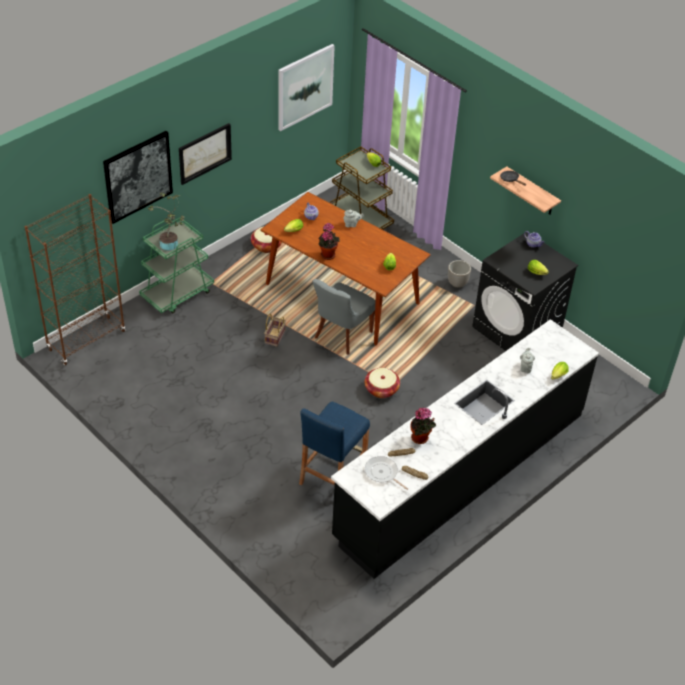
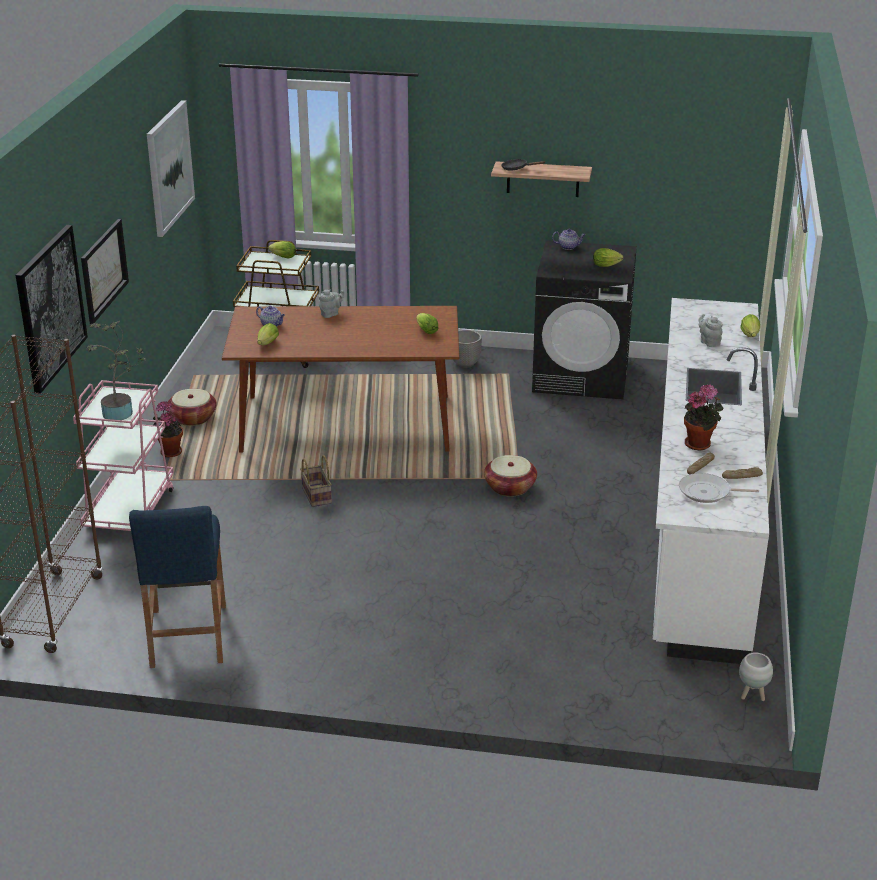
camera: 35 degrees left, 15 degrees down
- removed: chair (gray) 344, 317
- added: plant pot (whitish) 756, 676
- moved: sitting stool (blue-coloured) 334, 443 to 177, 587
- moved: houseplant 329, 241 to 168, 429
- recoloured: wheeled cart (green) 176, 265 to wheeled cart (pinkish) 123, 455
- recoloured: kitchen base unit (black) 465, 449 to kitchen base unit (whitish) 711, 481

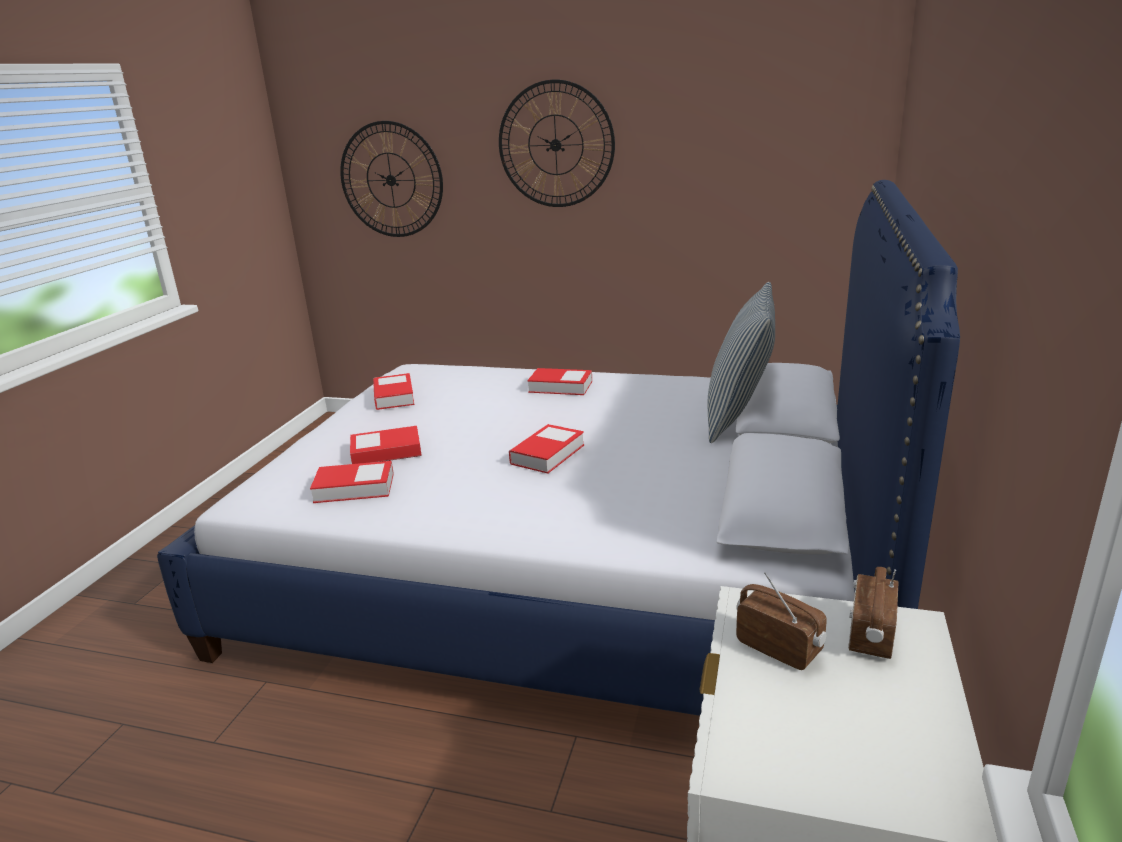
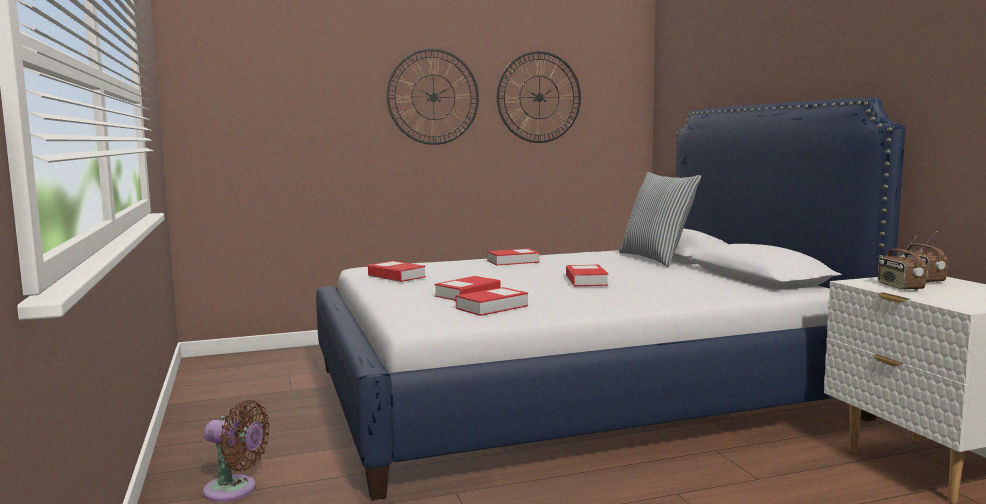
camera: 35 degrees left, 15 degrees down
- added: electric fan (brown) 236, 451
- moved: wall clock 391, 179 to 539, 97
- turned: radio set 781, 621 = 902, 263 105 degrees counterclockwise

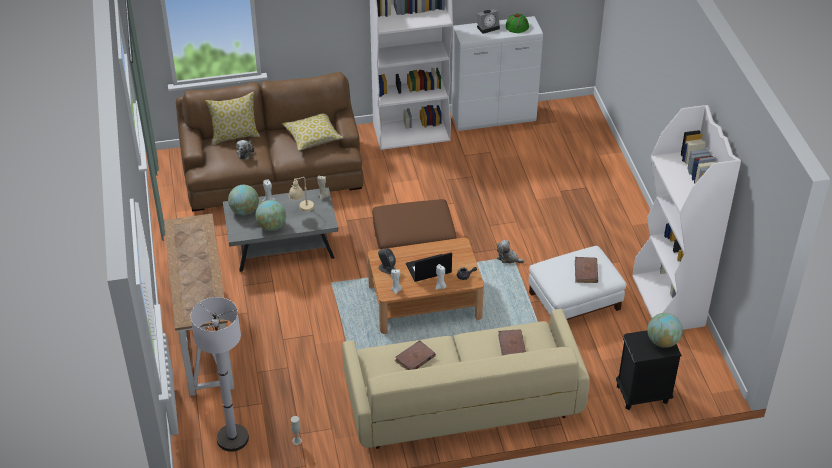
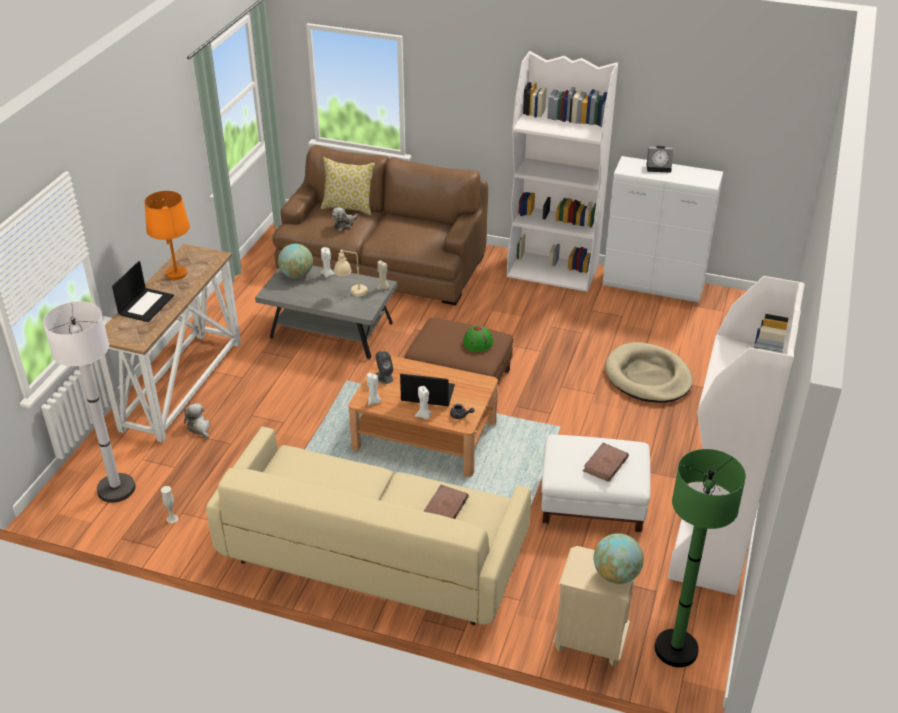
camera: 30 degrees right, 5 degrees down
- removed: world globe 270, 215
- removed: pillow 313, 132
- removed: bound book (brown) 415, 355
- added: laptop 143, 291
- added: table lamp (orangey) 167, 235
- added: pet bed (beige-coloured) 649, 372
- added: standard lamp (green) 700, 558
- moved: cuddly toy 511, 251 to 197, 421
- moved: wearable hat (green) 517, 23 to 478, 338
- recoloured: bedside table (black) 649, 370 to bedside table (beige-coloured) 594, 606

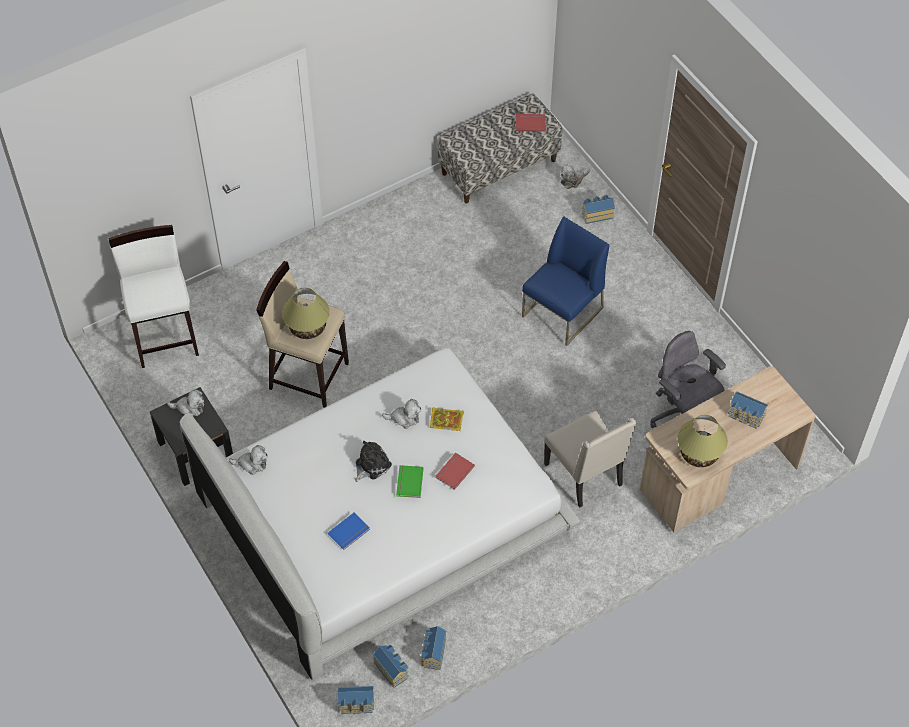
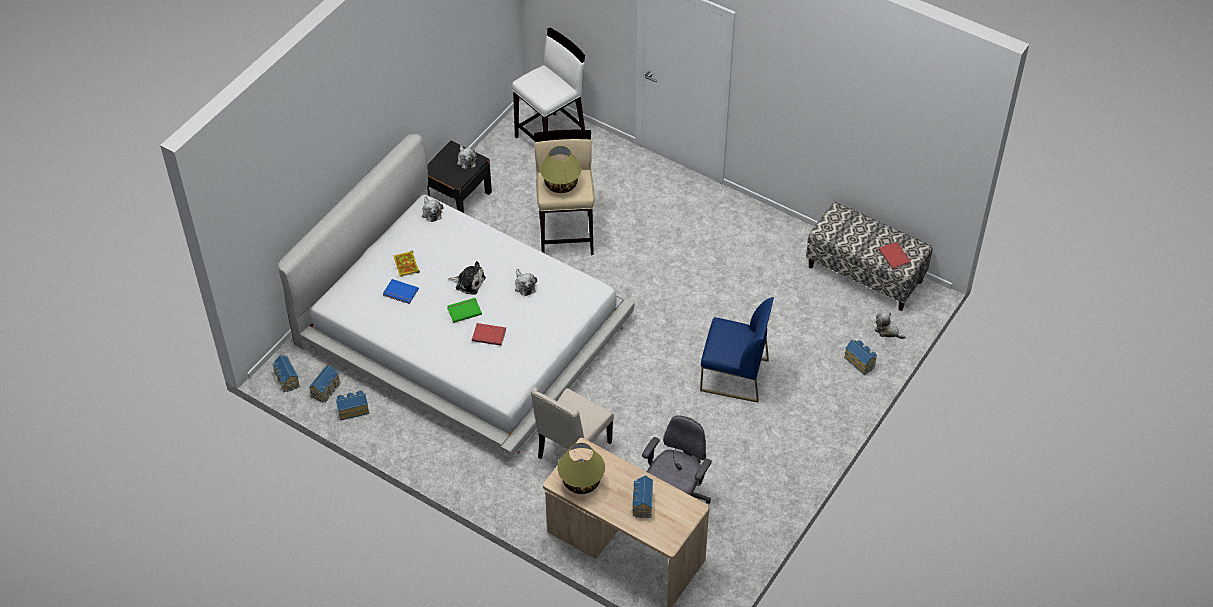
camera: 65 degrees right, 5 degrees down
- moved: bound book 447, 419 to 407, 264

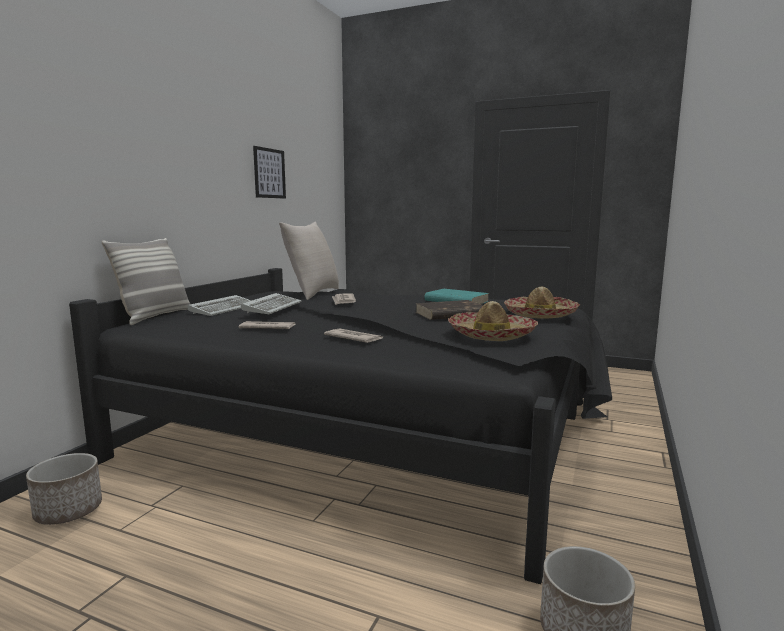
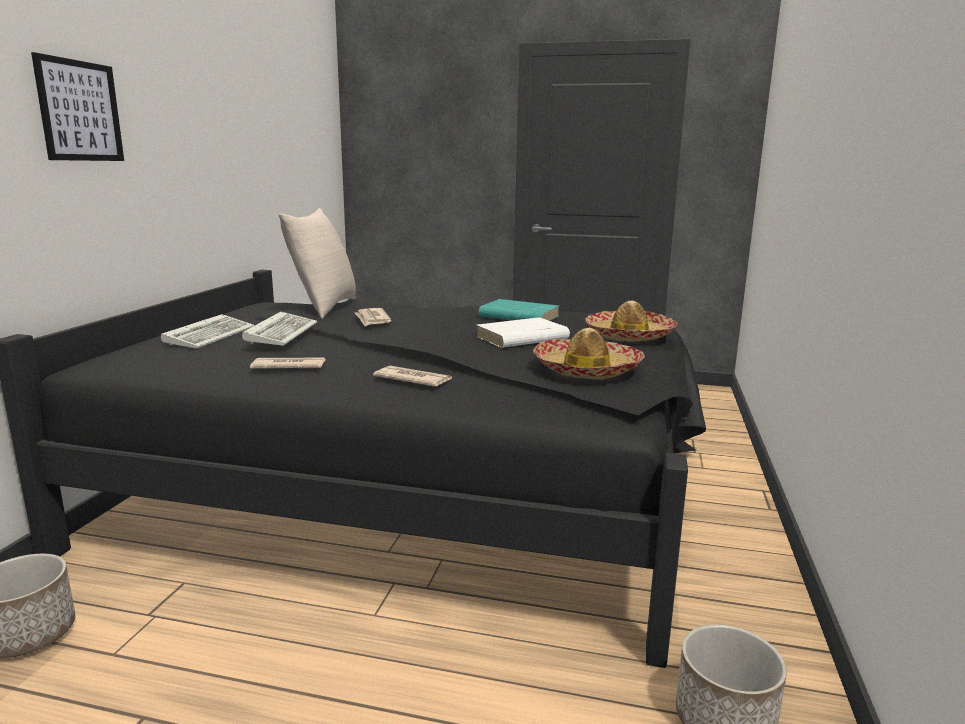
camera: 10 degrees left, 5 degrees up
- removed: pillow 146, 281
- moved: wall art 269, 172 to 77, 106
- recoloured: bound book (brown) 449, 310 to bound book (whitish) 523, 332

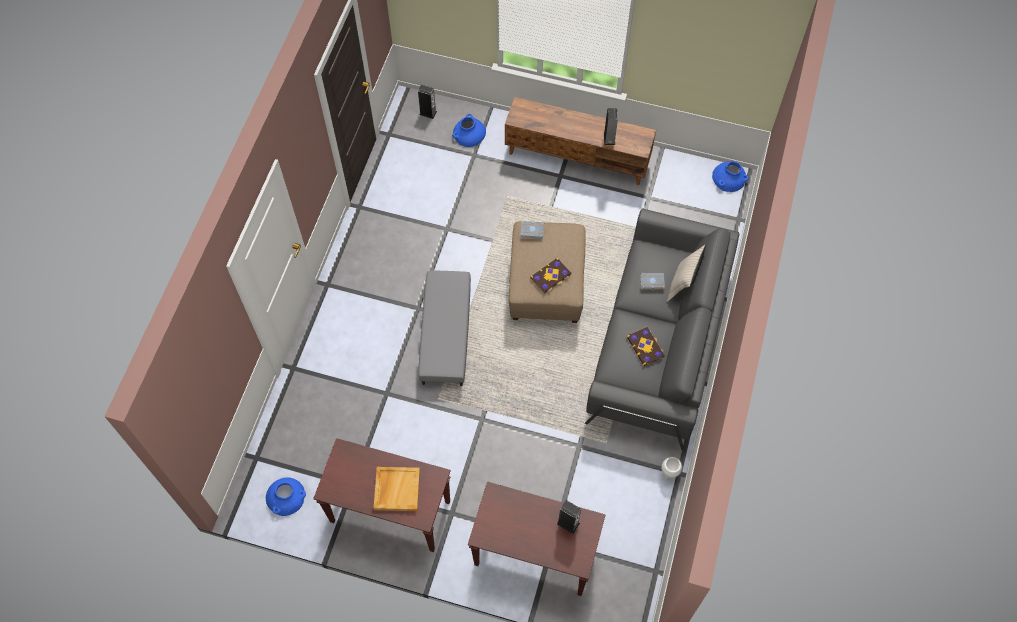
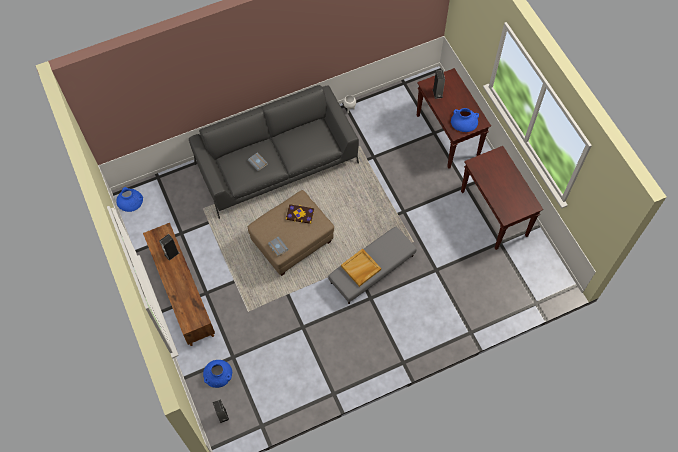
camera: 130 degrees left, 0 degrees up
- removed: bound book 645, 346
- removed: pillow (beige-coloured) 686, 273
- moved: flower vase (blue-coloured) 286, 496 to 465, 120
- moved: tray (beige-coloured) 397, 489 to 361, 268

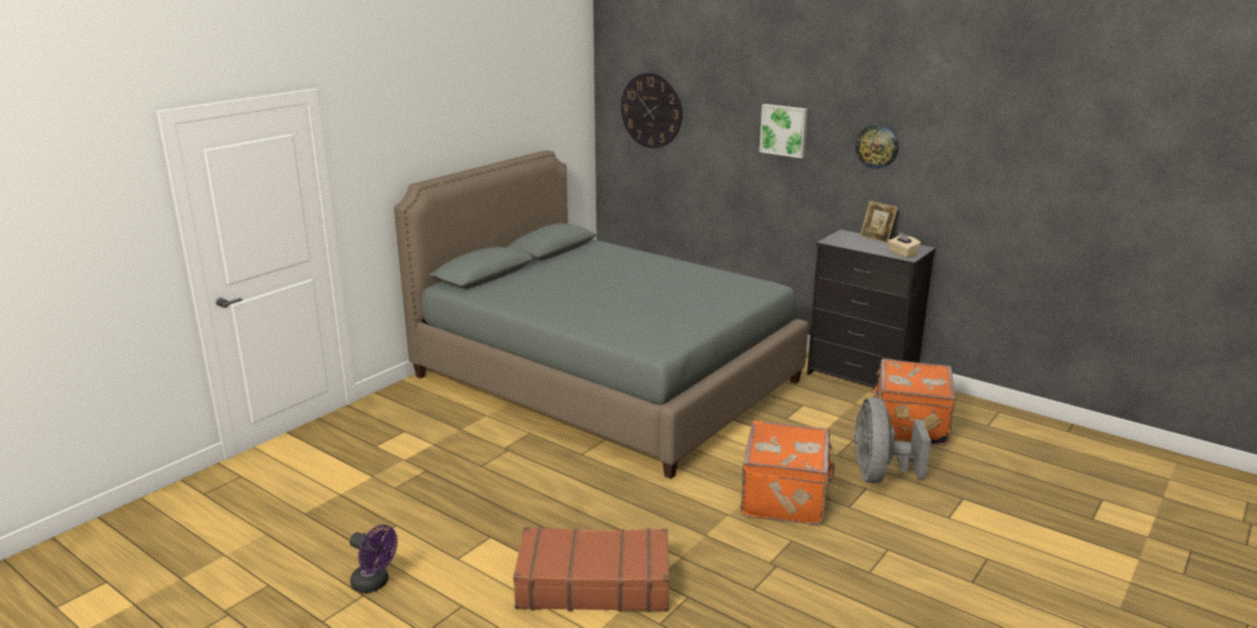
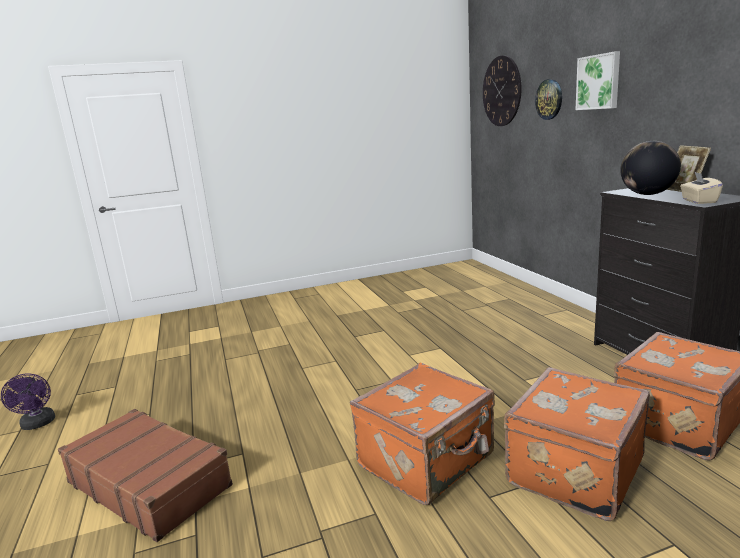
camera: 35 degrees right, 5 degrees down
- removed: bed (gray) 601, 314
- added: world globe 650, 168
- moved: wall clock 876, 146 to 548, 99
- replaced: electric fan (gray) 892, 440 to travel case (orangey) 577, 444

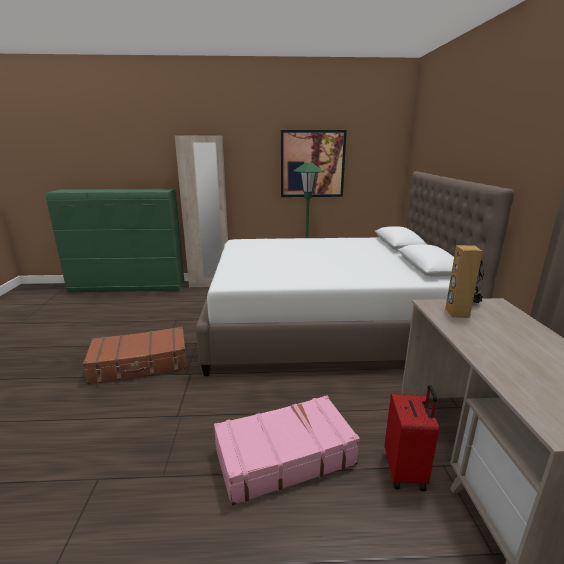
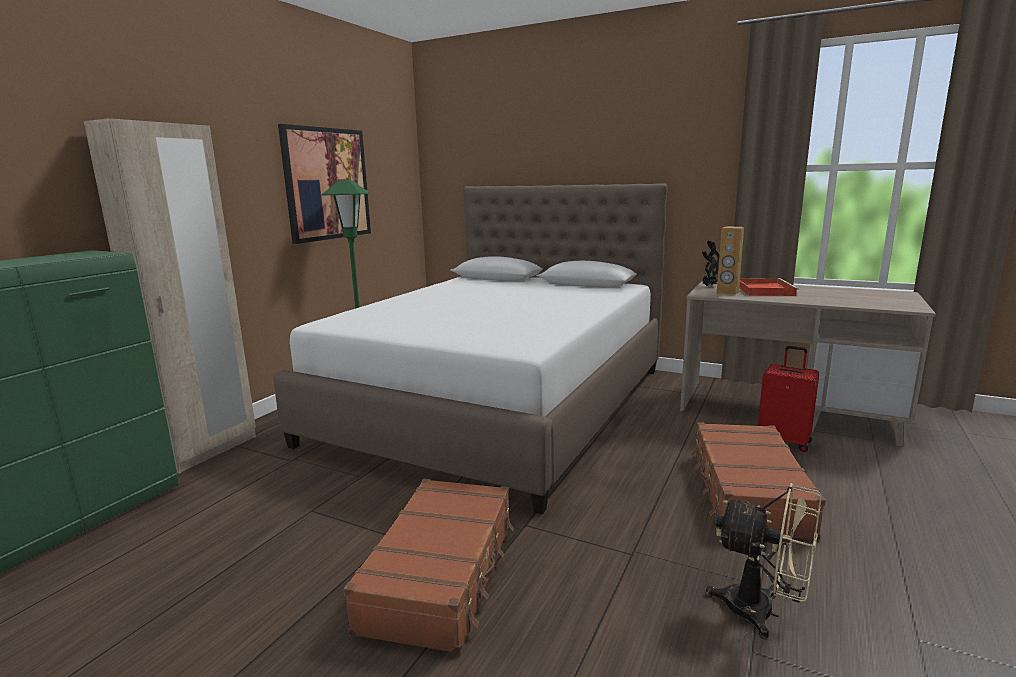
camera: 60 degrees left, 5 degrees down
- added: electric fan (beige-coloured) 763, 561
- added: tray (reddish) 769, 287
- recoloured: travel case (pinkish) 287, 450 to travel case (brown) 758, 481

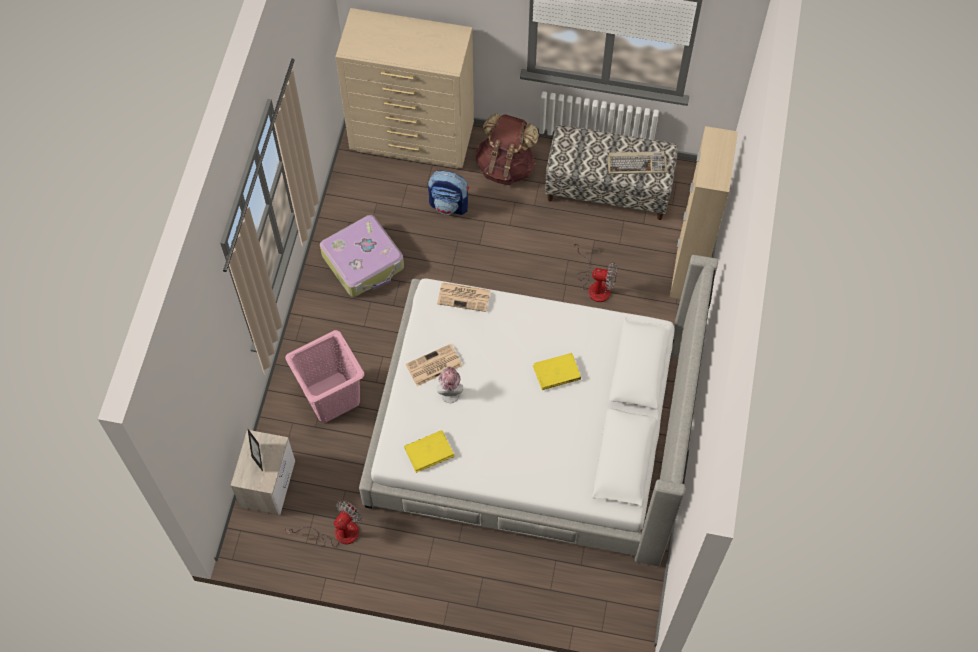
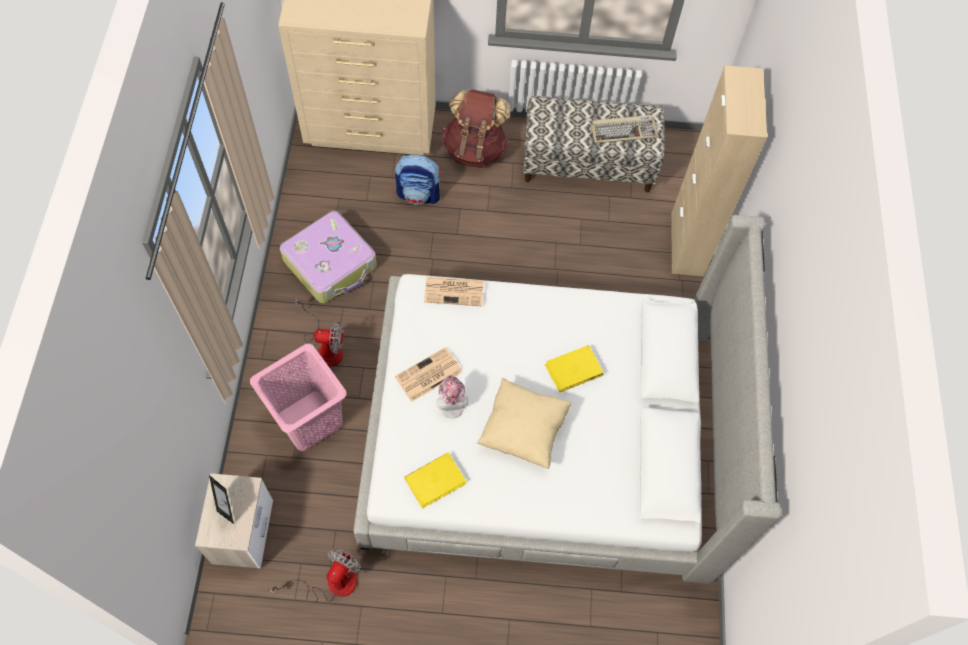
camera: 10 degrees left, 0 degrees up
- added: pillow (beige-coloured) 524, 423
- moved: electric fan 595, 271 to 319, 331

